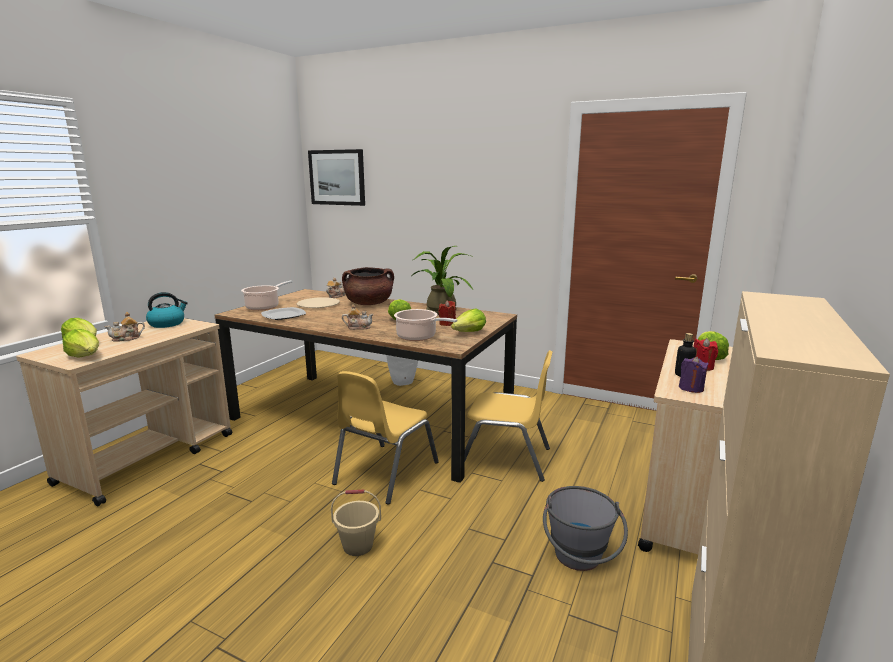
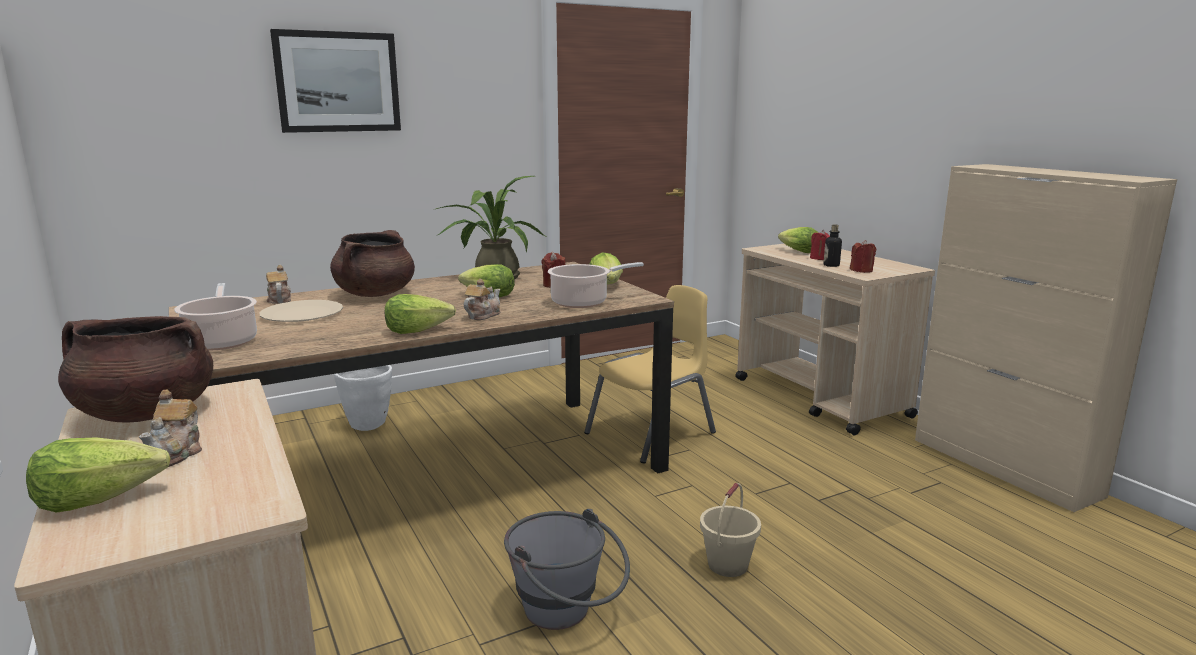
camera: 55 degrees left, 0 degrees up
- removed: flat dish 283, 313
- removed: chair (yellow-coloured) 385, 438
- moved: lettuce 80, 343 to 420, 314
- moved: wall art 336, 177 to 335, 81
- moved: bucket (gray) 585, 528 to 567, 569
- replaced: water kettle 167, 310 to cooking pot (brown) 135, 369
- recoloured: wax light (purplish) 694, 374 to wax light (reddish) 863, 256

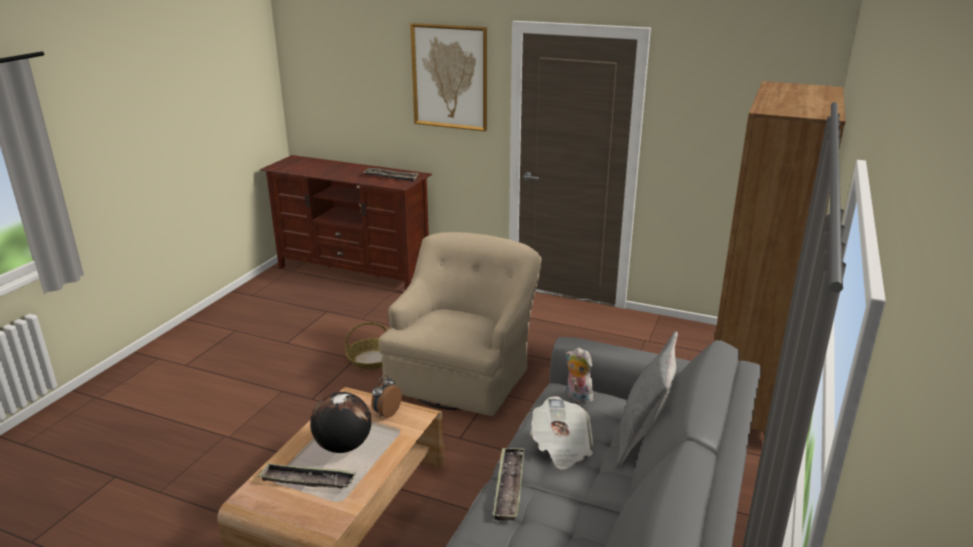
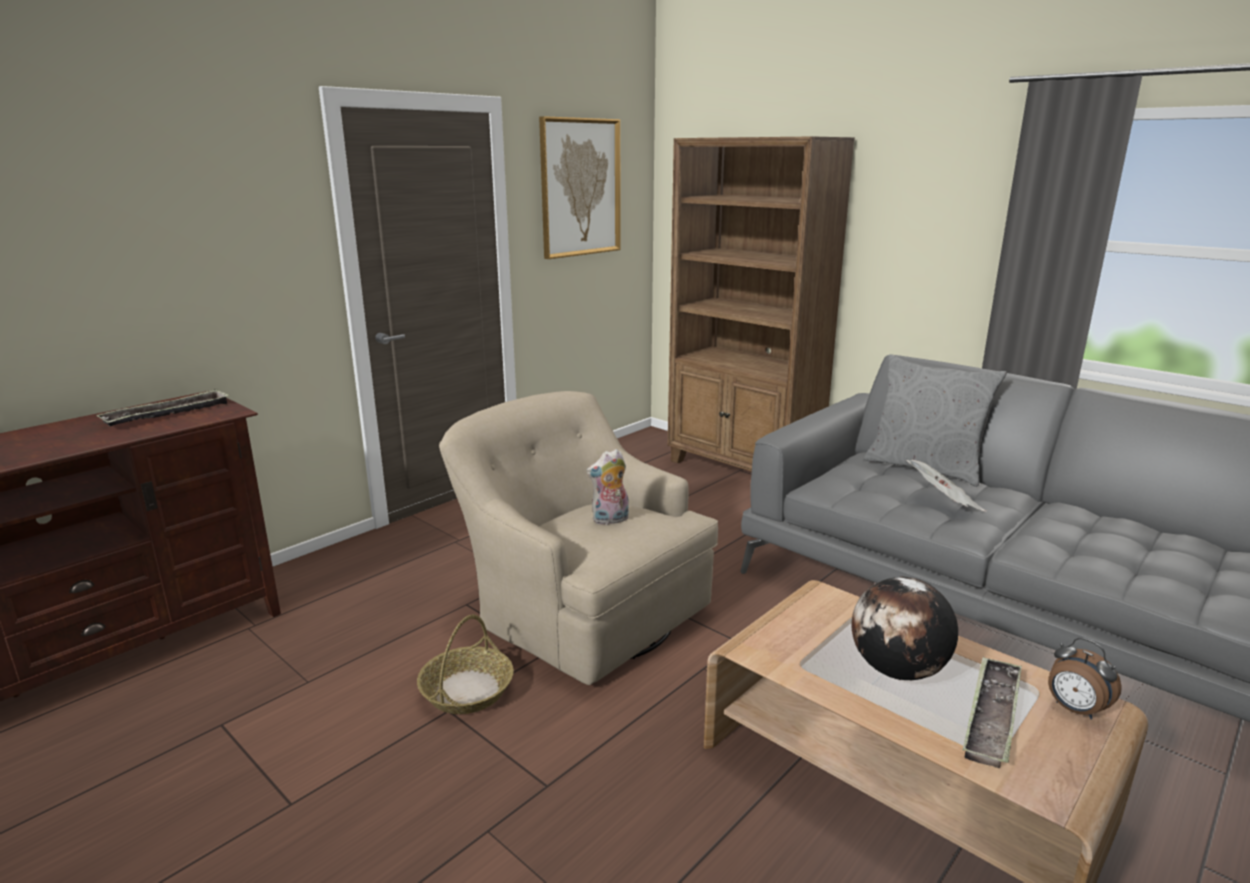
camera: 70 degrees left, 5 degrees down
- removed: tray 509, 484
- moved: bedside clock 386, 396 to 1085, 679
- moved: wall art 448, 77 to 580, 187
- moved: cuddly toy 581, 376 to 607, 487

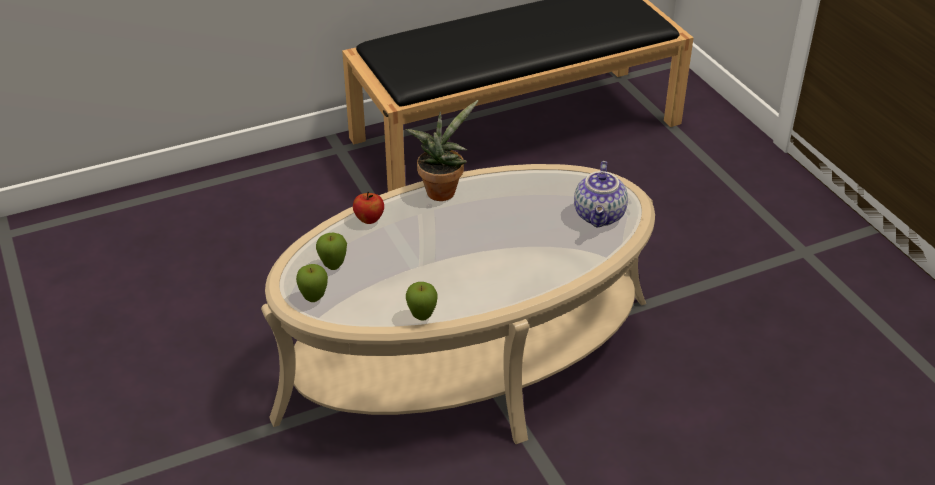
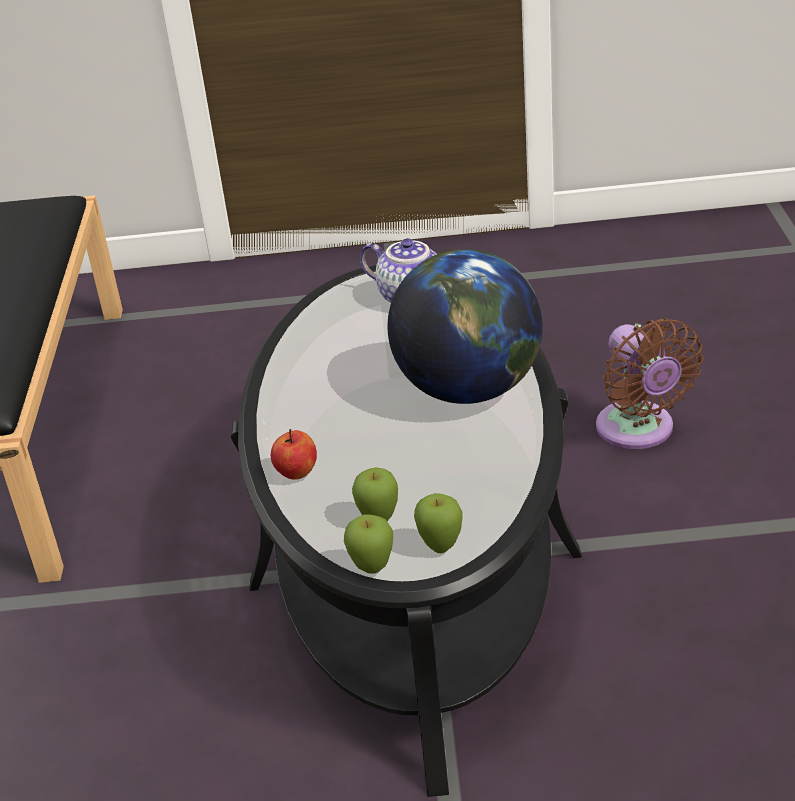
camera: 65 degrees left, 5 degrees down
- removed: houseplant 441, 150
- added: world globe 464, 326
- added: electric fan (brown) 650, 383
- moved: apple 422, 301 to 368, 544
- recoloured: coffee table (beige-coloured) 458, 304 to coffee table (black) 406, 531

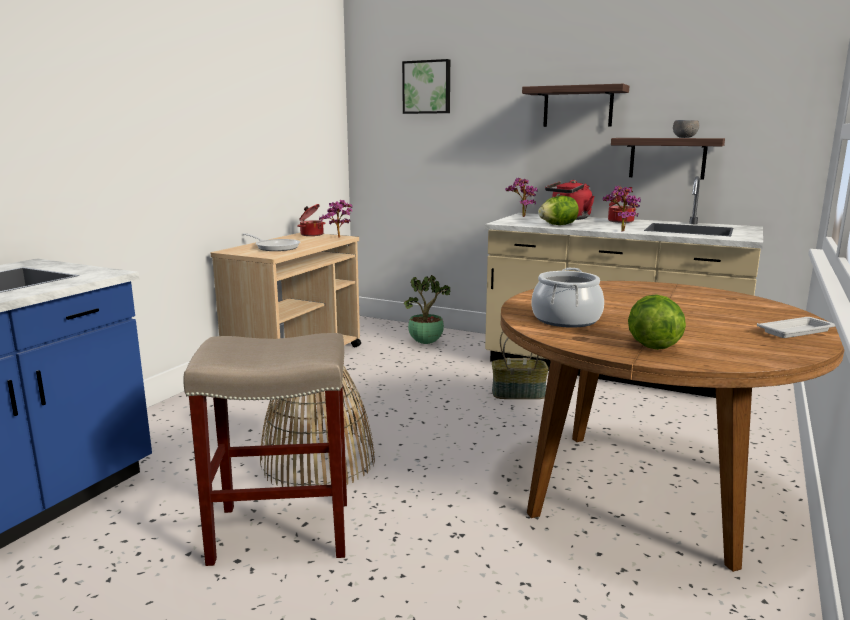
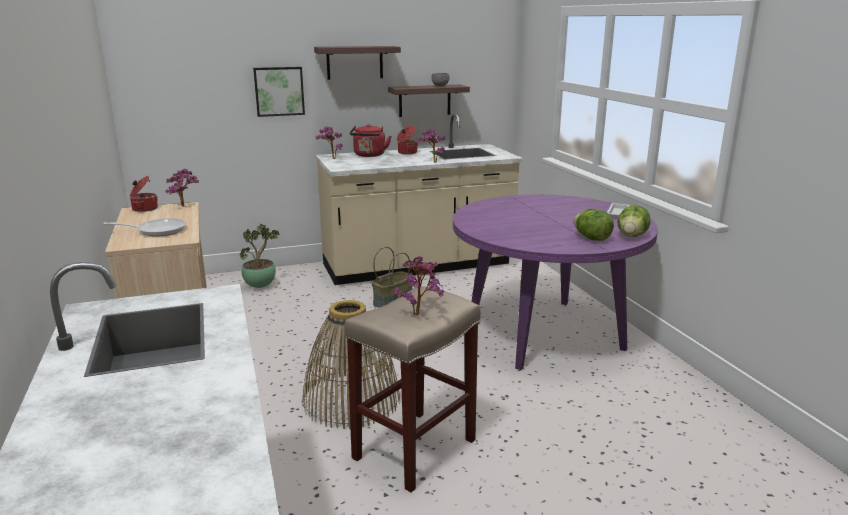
camera: 45 degrees left, 5 degrees up
- removed: cooking pot 568, 298
- added: houseplant 419, 285
- moved: wall art 426, 86 to 279, 92
- moved: lettuce 558, 210 to 633, 221
- recoloured: kitchen table (brown) 672, 426 to kitchen table (purplish) 555, 282

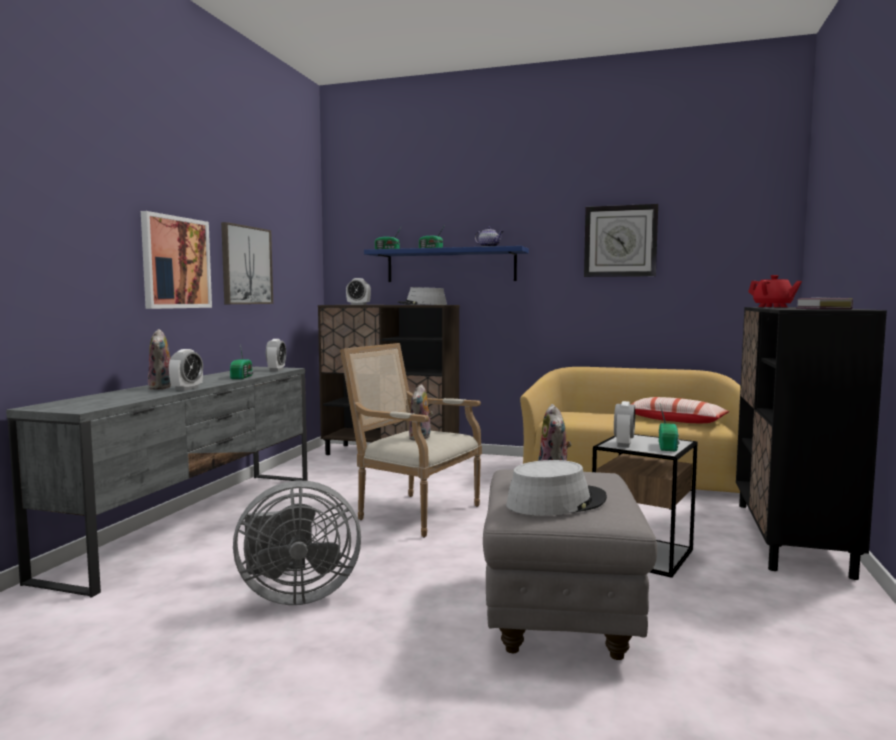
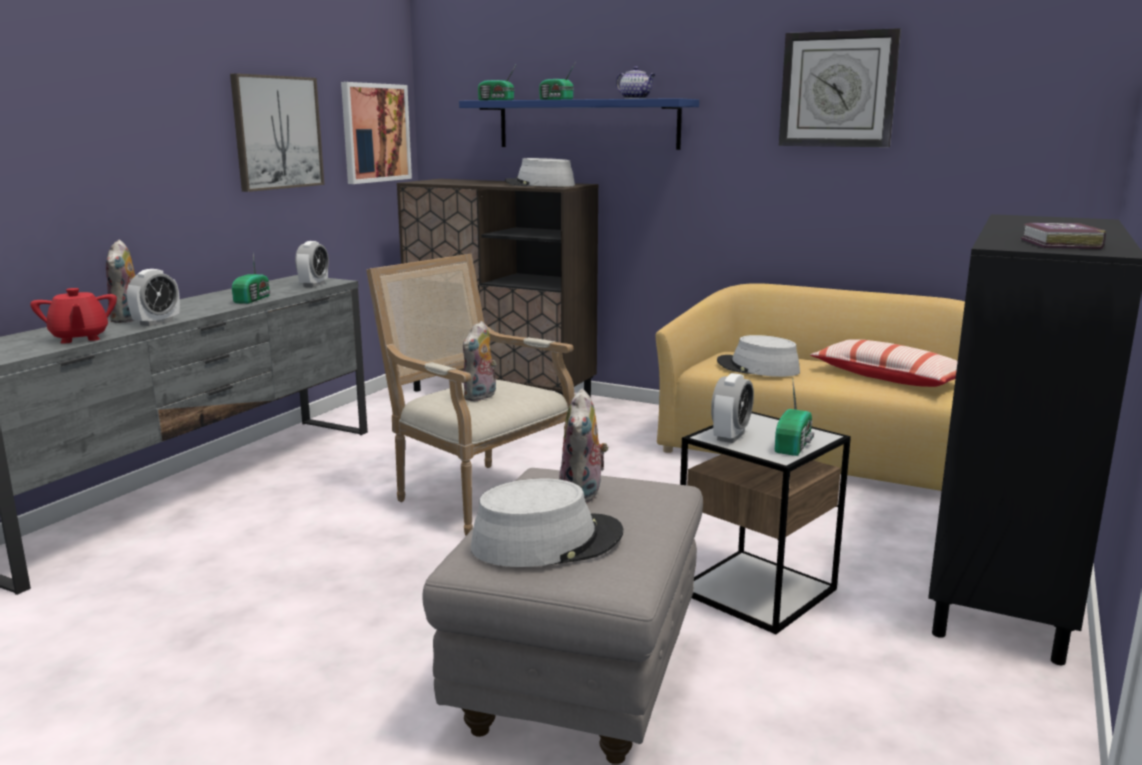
camera: 10 degrees right, 10 degrees up
- removed: electric fan (gray) 297, 543
- removed: bedside clock 358, 291
- added: wearable hat (gray) 758, 356
- moved: wall art 176, 260 to 376, 133
- moved: teapot (reddish) 775, 291 to 73, 316

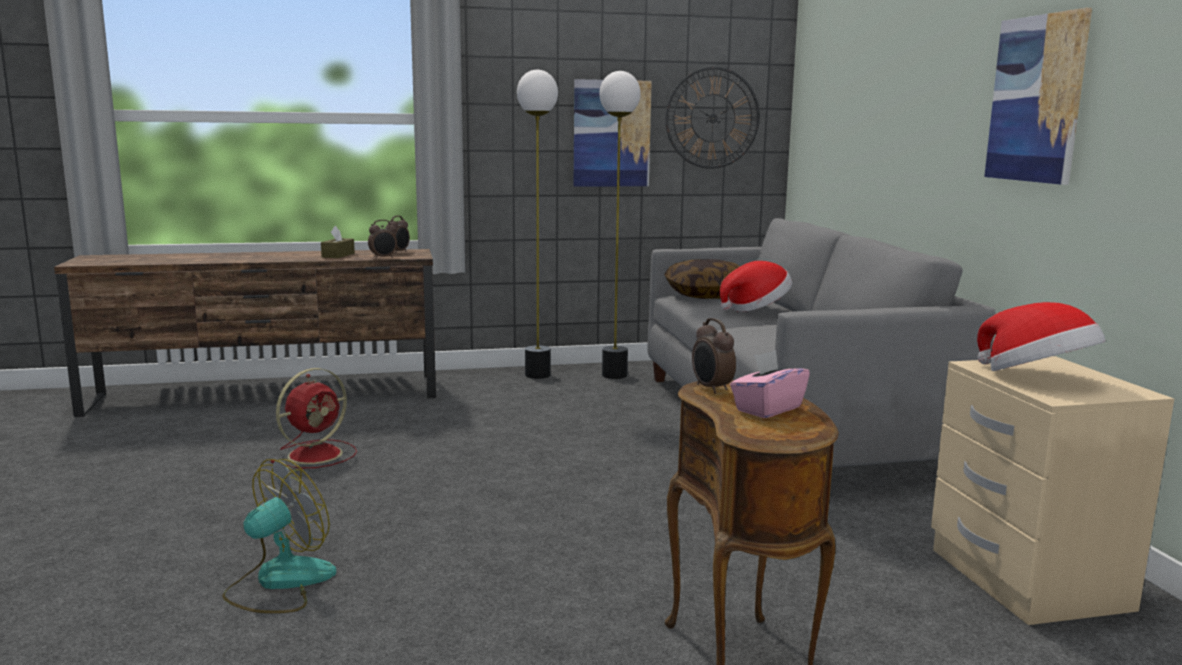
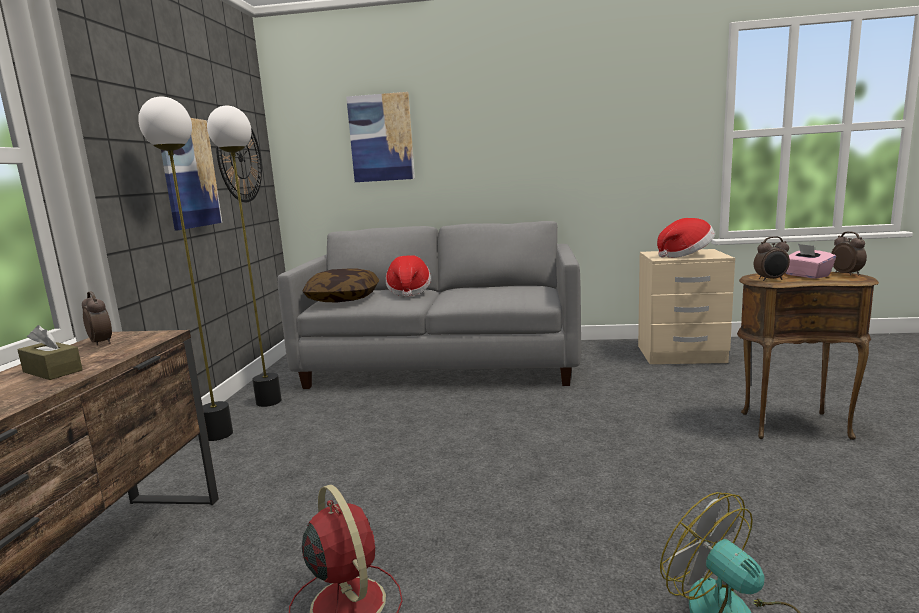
camera: 70 degrees left, 0 degrees up
- moved: bedside clock 382, 239 to 849, 253
- moved: wall art 1038, 96 to 380, 137

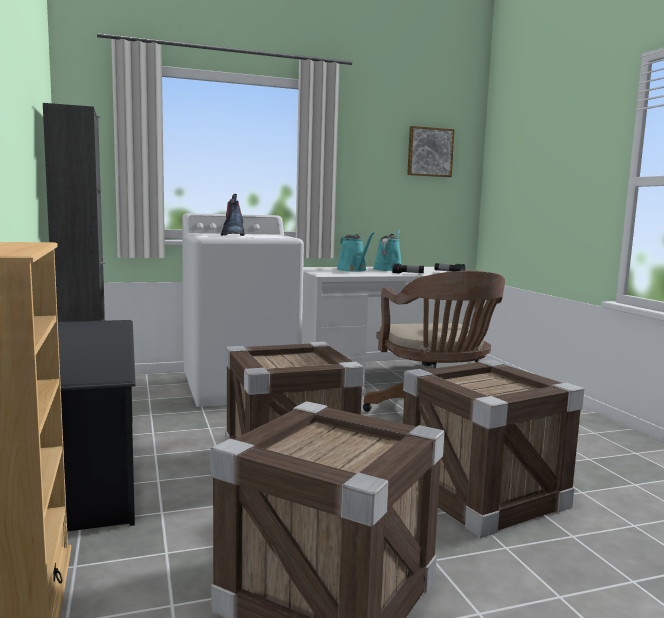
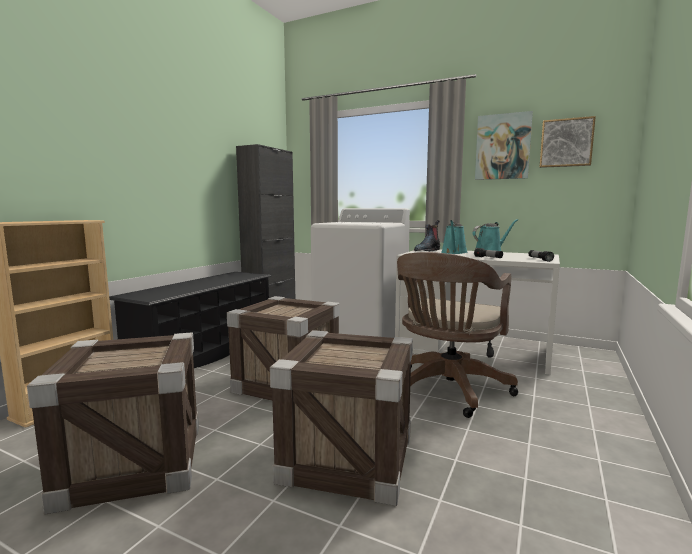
camera: 45 degrees right, 0 degrees up
- added: wall art 504, 145
- moved: boot 233, 215 to 427, 236

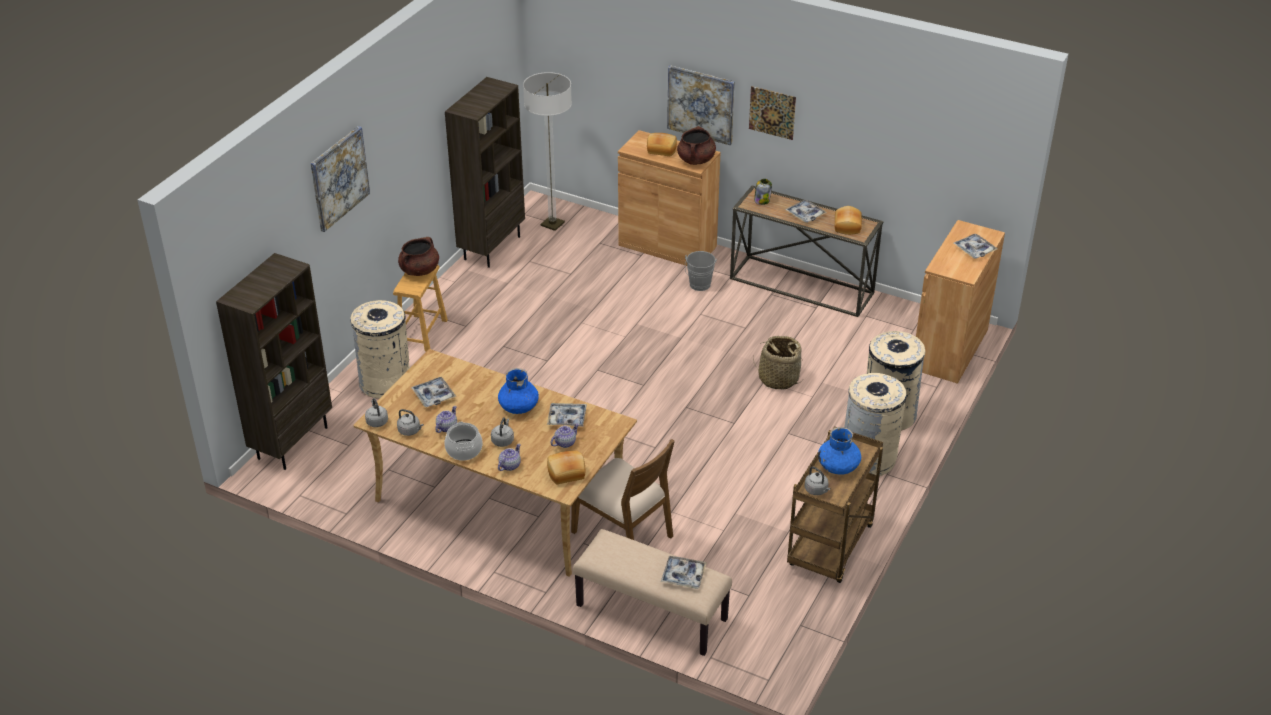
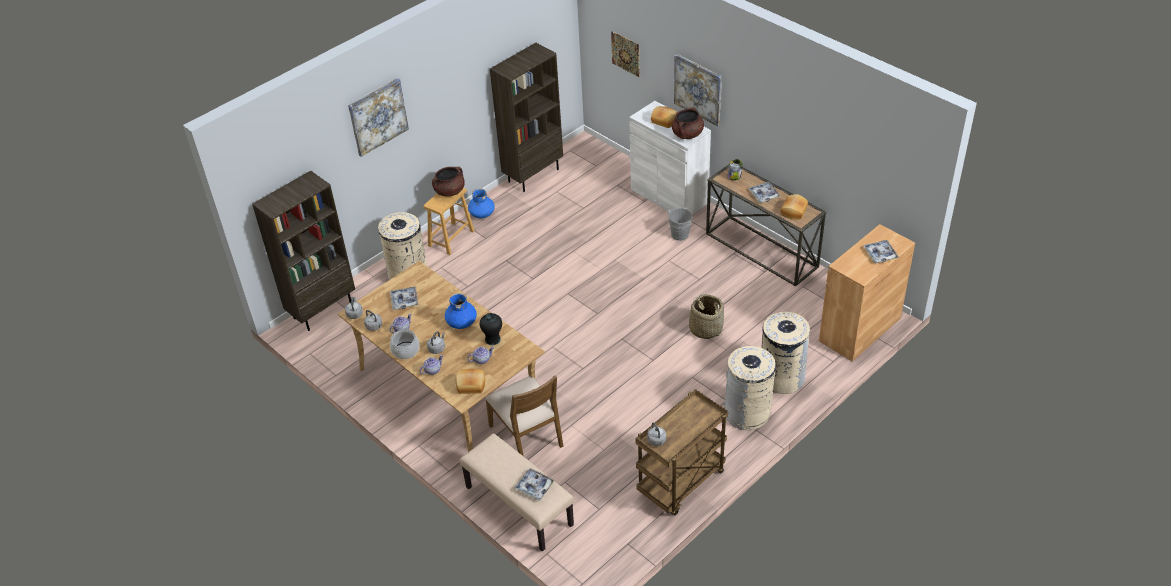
camera: 20 degrees right, 5 degrees up
- removed: standard lamp 547, 151
- moved: wall art 772, 113 to 625, 54
- moved: flower vase (blue-coloured) 839, 451 to 481, 203
- replaced: tray 567, 415 to flower vase (black) 491, 329
- recoloured: cupboard (brown) 669, 198 to cupboard (whitish) 670, 158

